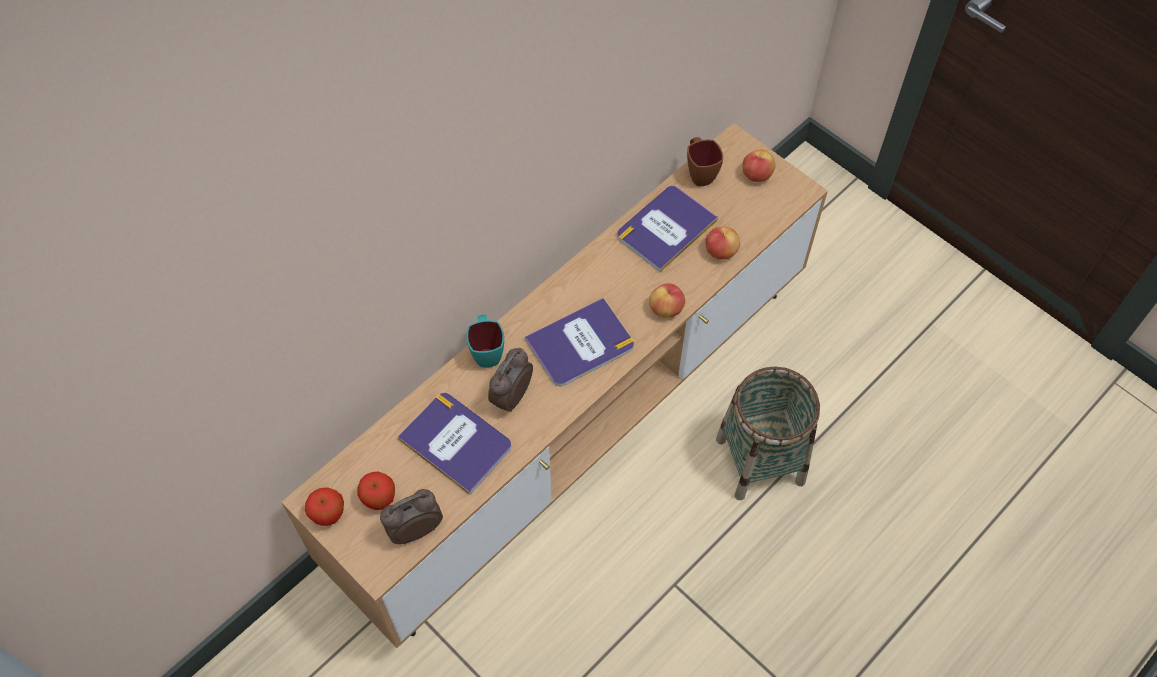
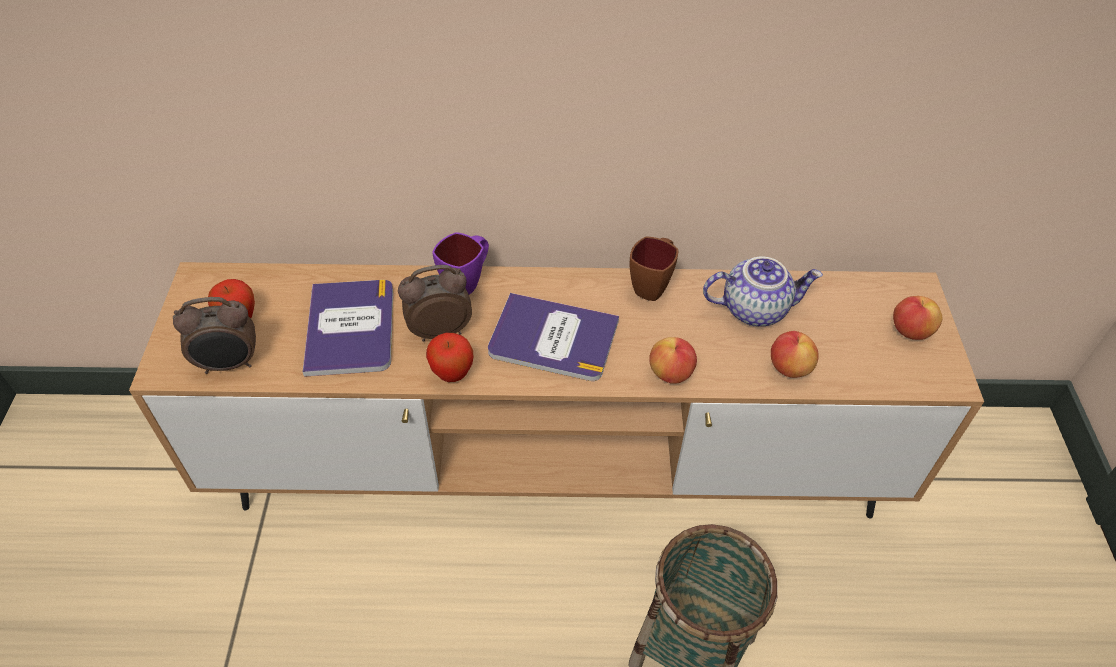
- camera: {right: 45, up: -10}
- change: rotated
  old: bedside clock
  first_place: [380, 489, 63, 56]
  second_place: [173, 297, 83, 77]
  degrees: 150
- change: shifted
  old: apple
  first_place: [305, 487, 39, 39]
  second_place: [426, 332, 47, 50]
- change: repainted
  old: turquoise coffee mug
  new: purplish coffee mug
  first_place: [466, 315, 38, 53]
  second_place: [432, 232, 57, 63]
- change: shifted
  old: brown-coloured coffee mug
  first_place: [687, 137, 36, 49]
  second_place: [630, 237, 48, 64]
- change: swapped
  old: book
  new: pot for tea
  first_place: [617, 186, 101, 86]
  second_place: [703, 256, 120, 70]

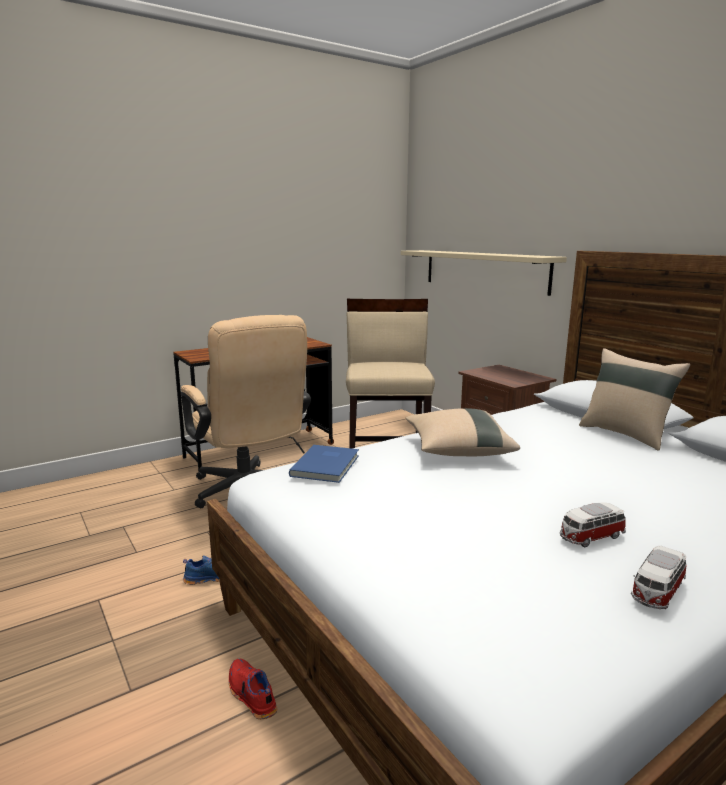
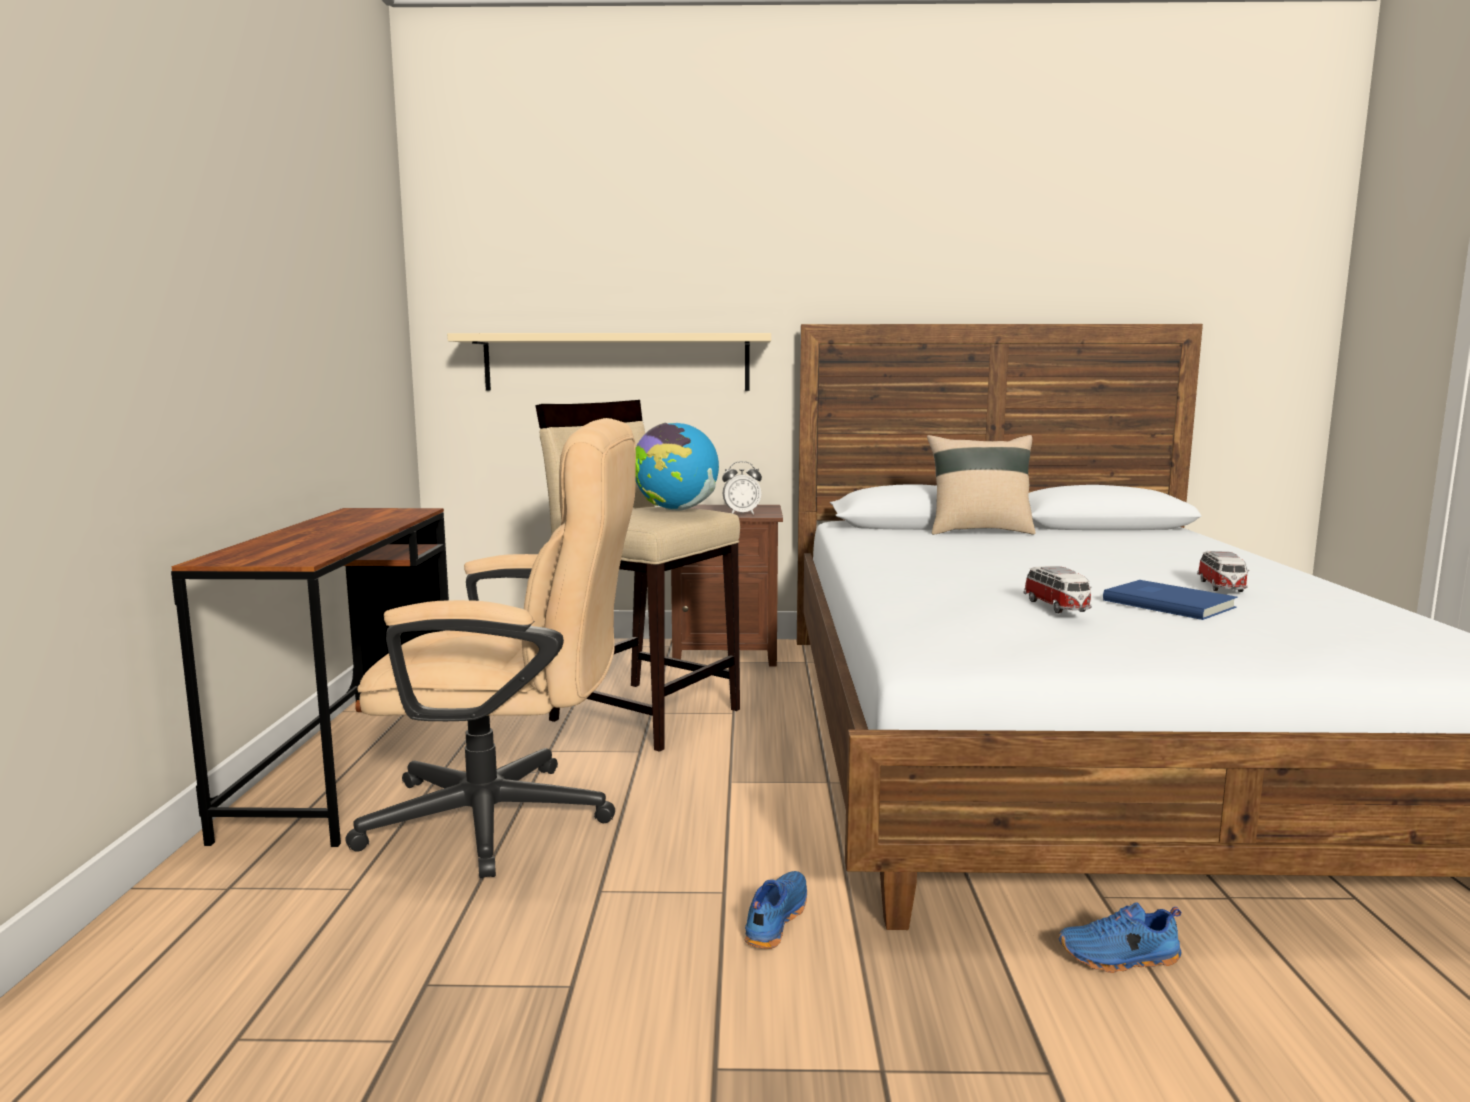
- camera: {right: -55, up: -5}
- change: new
  new: globe
  second_place: [635, 423, 84, 88]
- change: new
  new: bedside clock
  second_place: [722, 461, 40, 54]
- change: shifted
  old: toy car
  first_place: [631, 546, 56, 63]
  second_place: [1023, 566, 69, 47]
- change: repainted
  old: reddish low shoe
  new: bluish low shoe
  first_place: [229, 659, 49, 60]
  second_place: [1058, 902, 123, 71]
- change: shifted
  old: bluish book
  first_place: [289, 445, 70, 38]
  second_place: [1103, 580, 134, 40]
- change: gone
  old: beige-coloured pillow
  first_place: [406, 408, 114, 48]

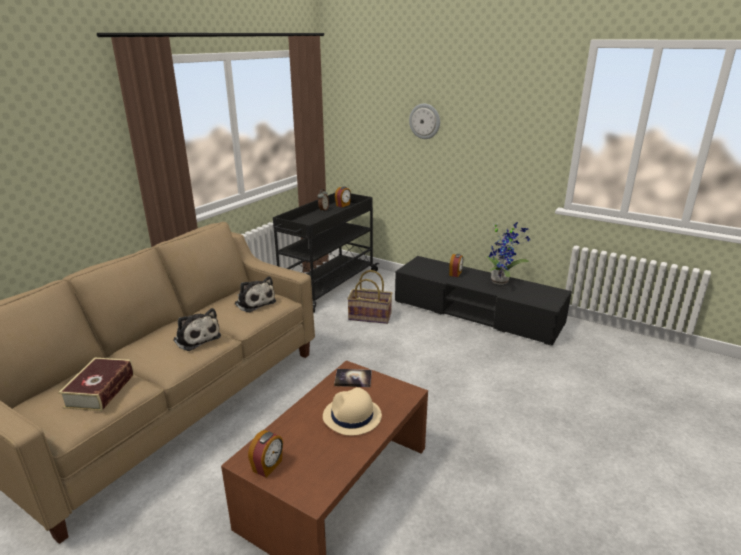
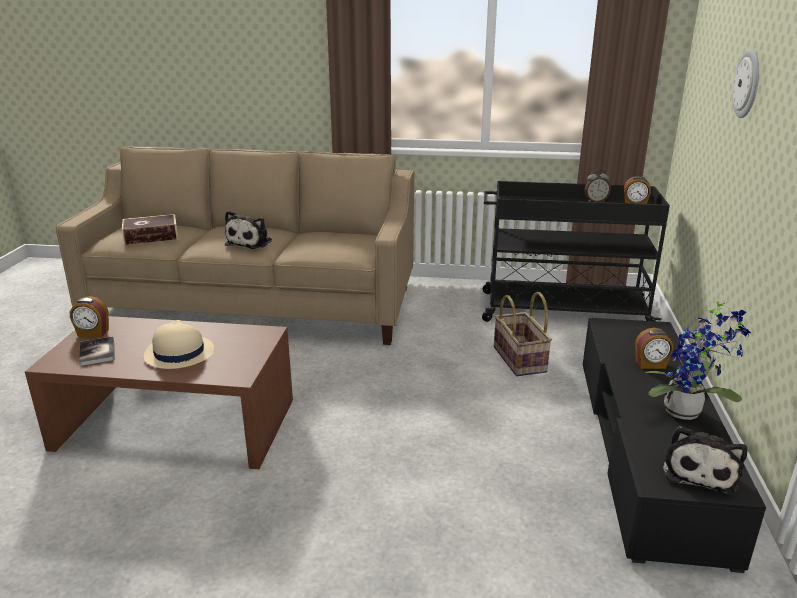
- camera: {right: 65, up: 0}
- change: shifted
  old: book
  first_place: [334, 369, 38, 18]
  second_place: [79, 337, 36, 29]
- change: shifted
  old: soft toy
  first_place: [235, 276, 41, 37]
  second_place: [663, 426, 84, 69]

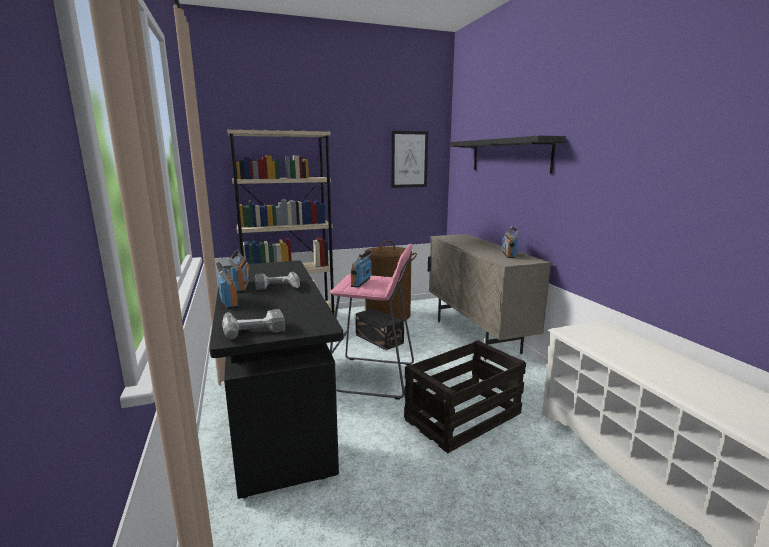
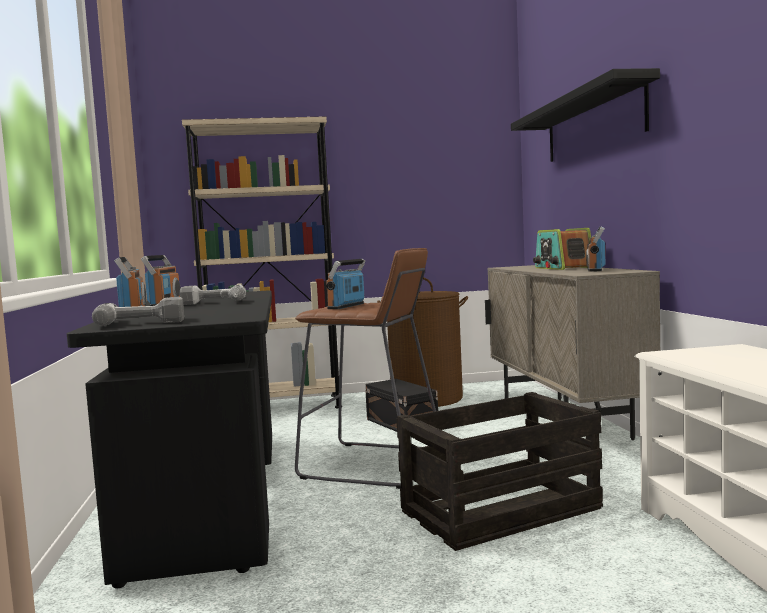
- camera: {right: 10, up: -10}
- change: repainted
  old: pinkish stool seat
  new: brown-coloured stool seat
  first_place: [329, 244, 85, 156]
  second_place: [295, 248, 141, 241]
- change: new
  new: radio receiver
  second_place: [533, 228, 58, 42]
- change: gone
  old: wall art
  first_place: [391, 131, 37, 57]

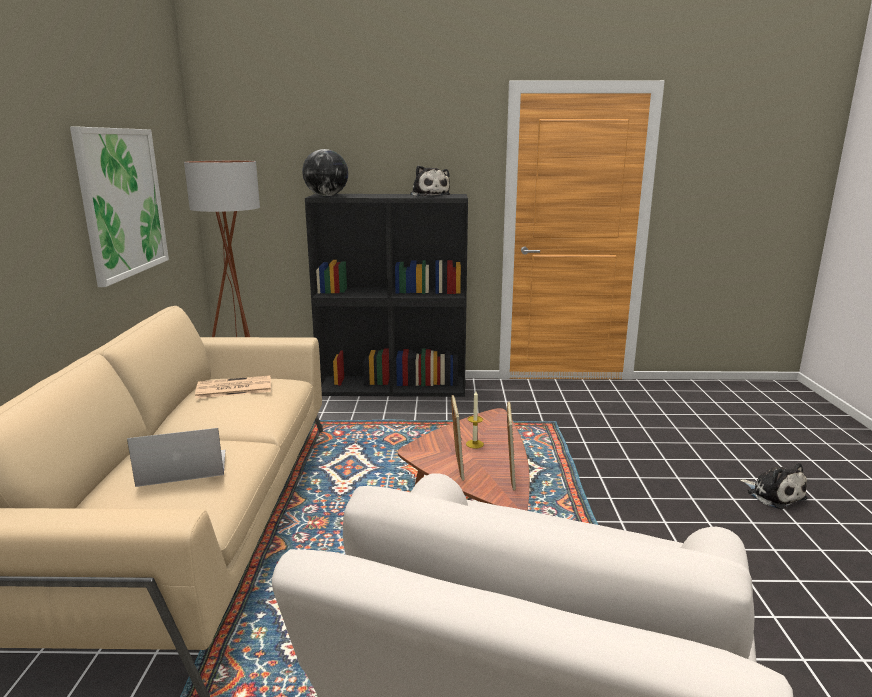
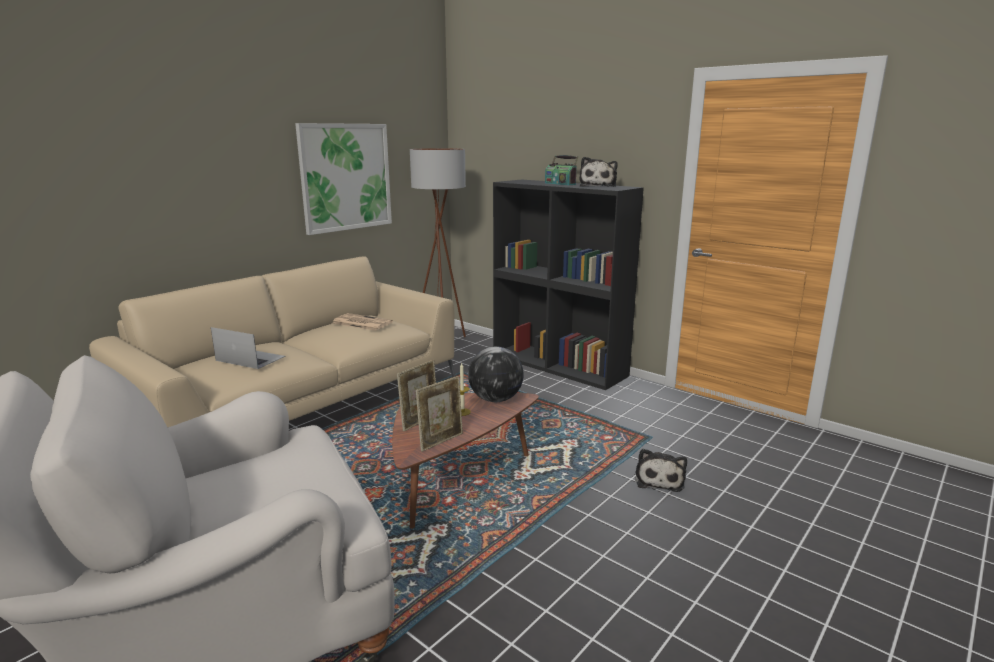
- camera: {right: 40, up: 0}
- change: shifted
  old: globe
  first_place: [302, 149, 46, 47]
  second_place: [468, 347, 56, 55]
- change: new
  new: radio receiver
  second_place: [545, 155, 33, 30]
- change: shifted
  old: soft toy
  first_place: [740, 463, 67, 46]
  second_place: [635, 449, 52, 43]

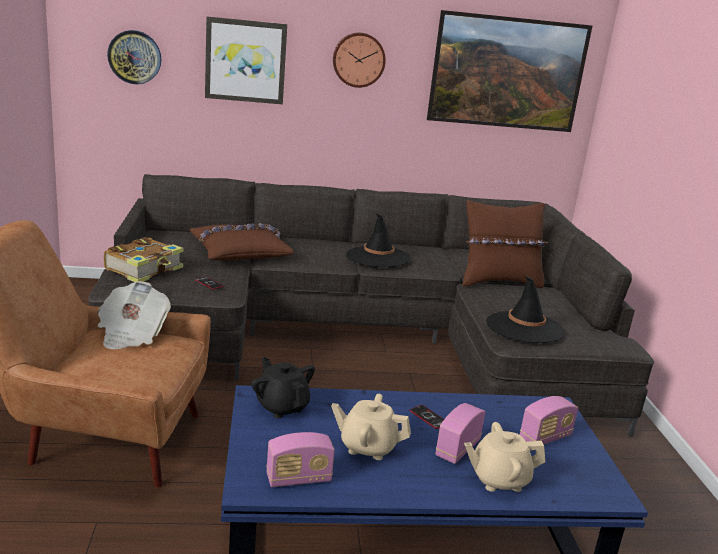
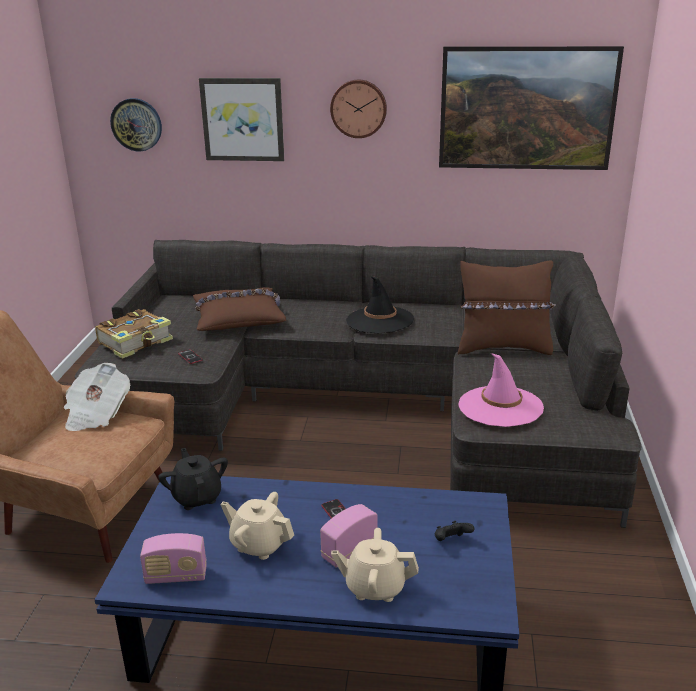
- camera: {right: 15, up: 5}
- change: swapped
  old: radio receiver
  new: black-coloured joypad
  first_place: [520, 396, 58, 48]
  second_place: [435, 521, 39, 20]
- change: repainted
  old: black-coloured wearable hat
  new: pinkish wearable hat
  first_place: [486, 275, 79, 68]
  second_place: [458, 353, 86, 74]

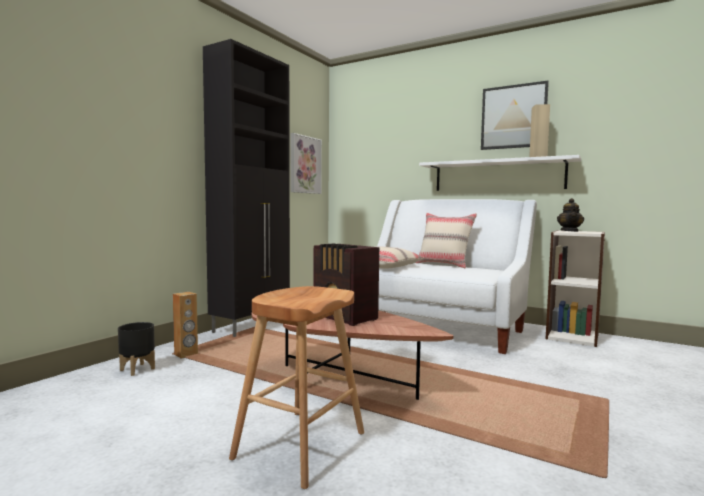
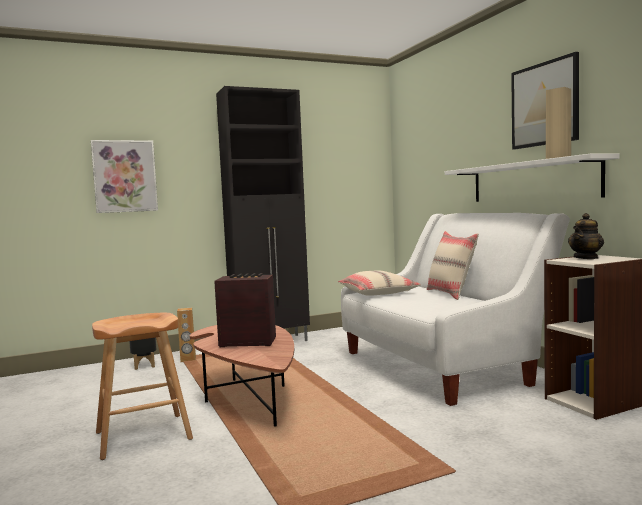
- camera: {right: 35, up: 0}
- change: shifted
  old: wall art
  first_place: [290, 133, 32, 61]
  second_place: [91, 140, 67, 73]
- change: rotated
  old: radio receiver
  first_place: [313, 243, 66, 83]
  second_place: [214, 273, 62, 74]
  degrees: 105

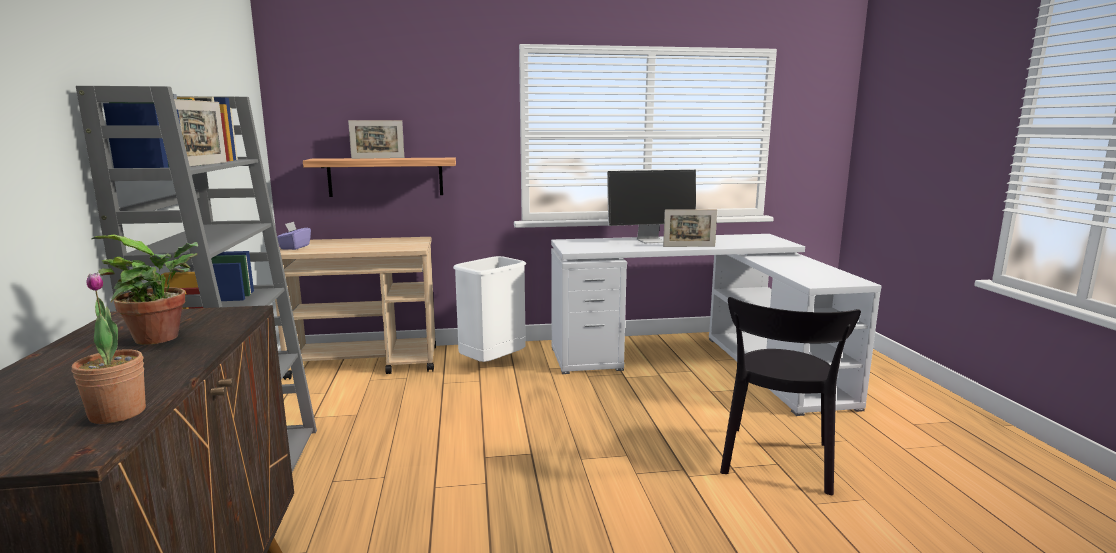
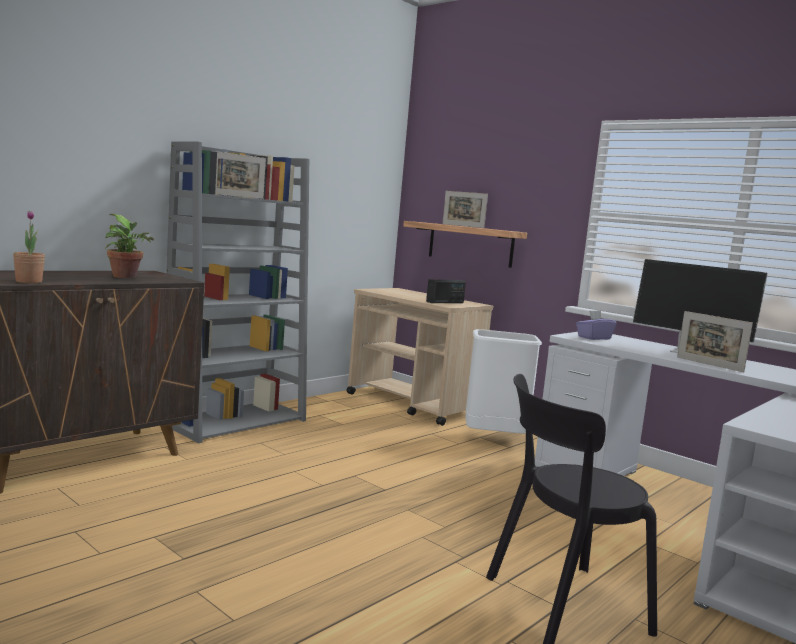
- camera: {right: 50, up: -5}
- change: new
  new: radio receiver
  second_place: [426, 279, 40, 24]
- change: shifted
  old: purplish tissue holder
  first_place: [277, 222, 34, 28]
  second_place: [576, 310, 41, 30]

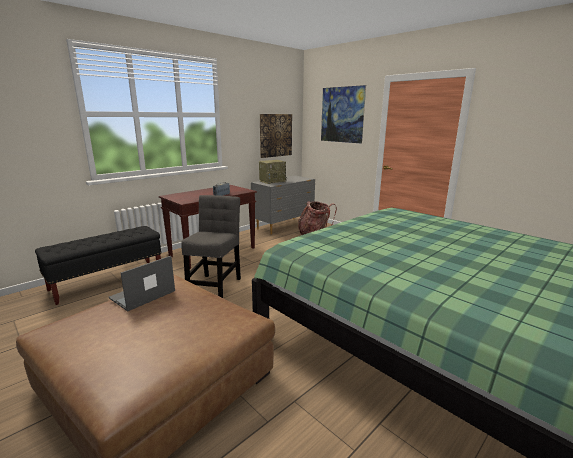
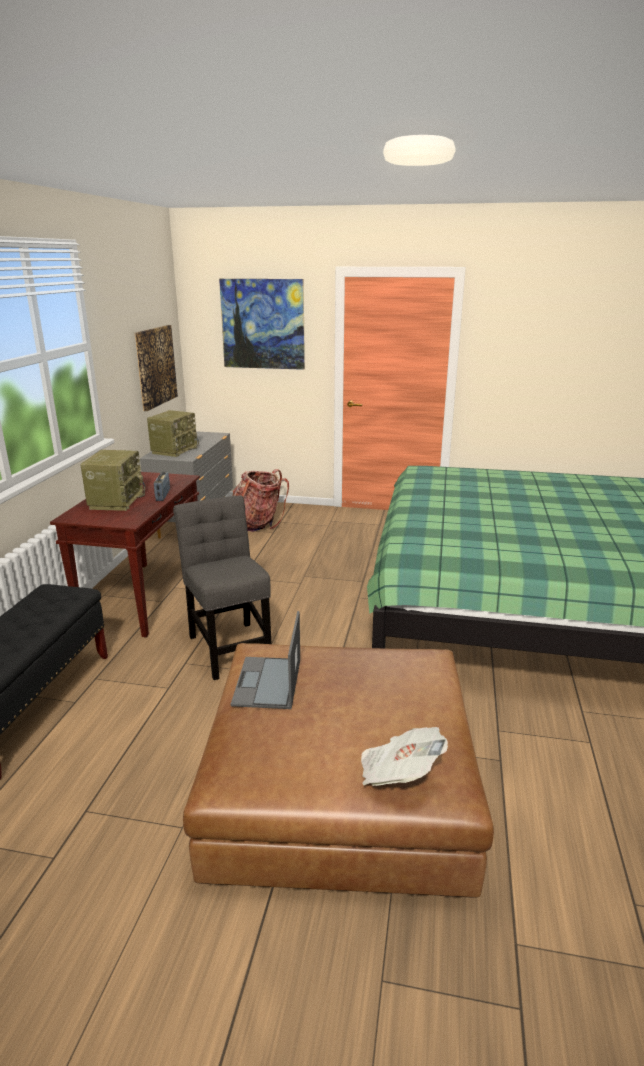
- camera: {right: -35, up: 5}
- change: new
  new: radio receiver
  second_place: [80, 450, 65, 61]
- change: new
  new: daily paper
  second_place: [361, 727, 87, 59]

